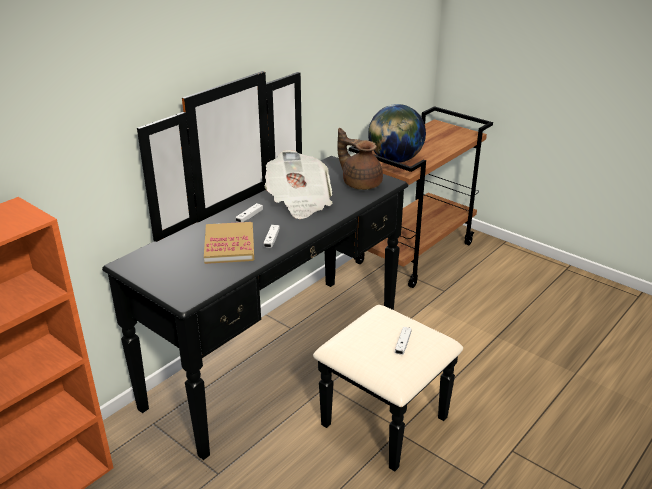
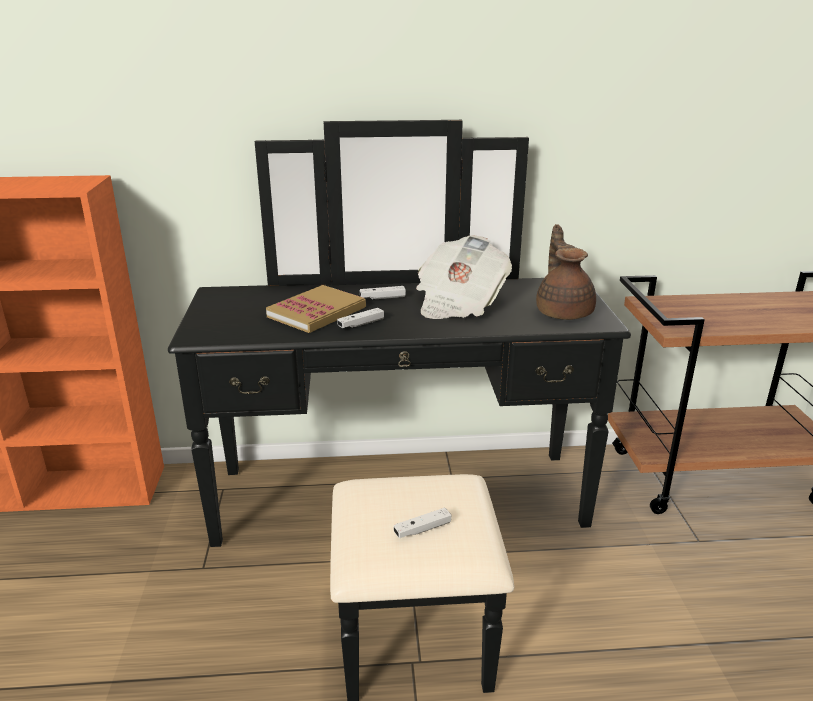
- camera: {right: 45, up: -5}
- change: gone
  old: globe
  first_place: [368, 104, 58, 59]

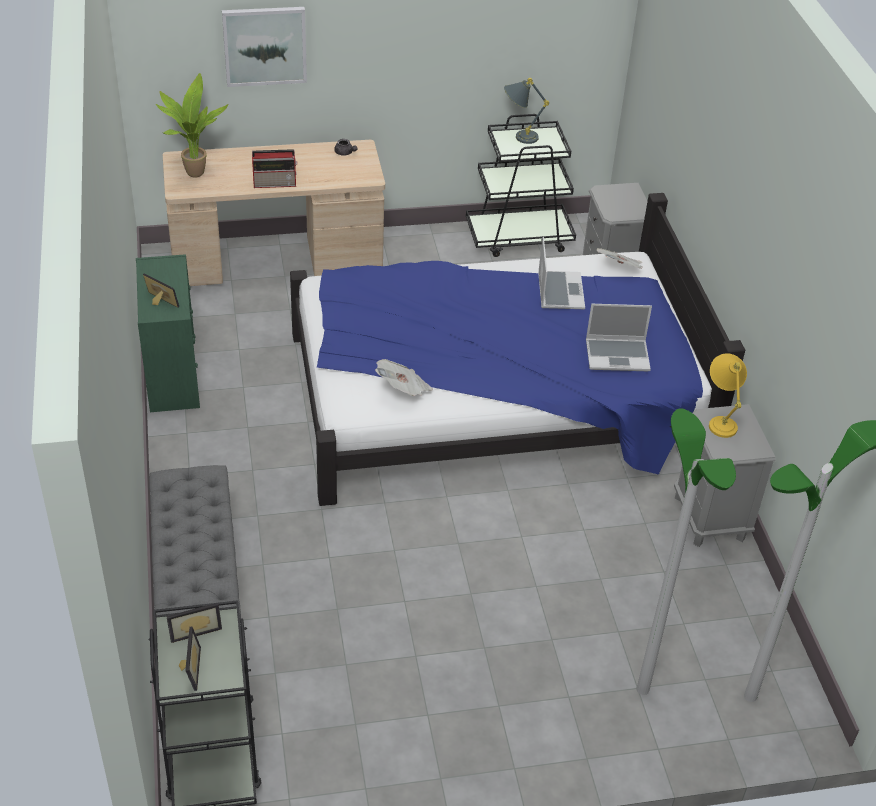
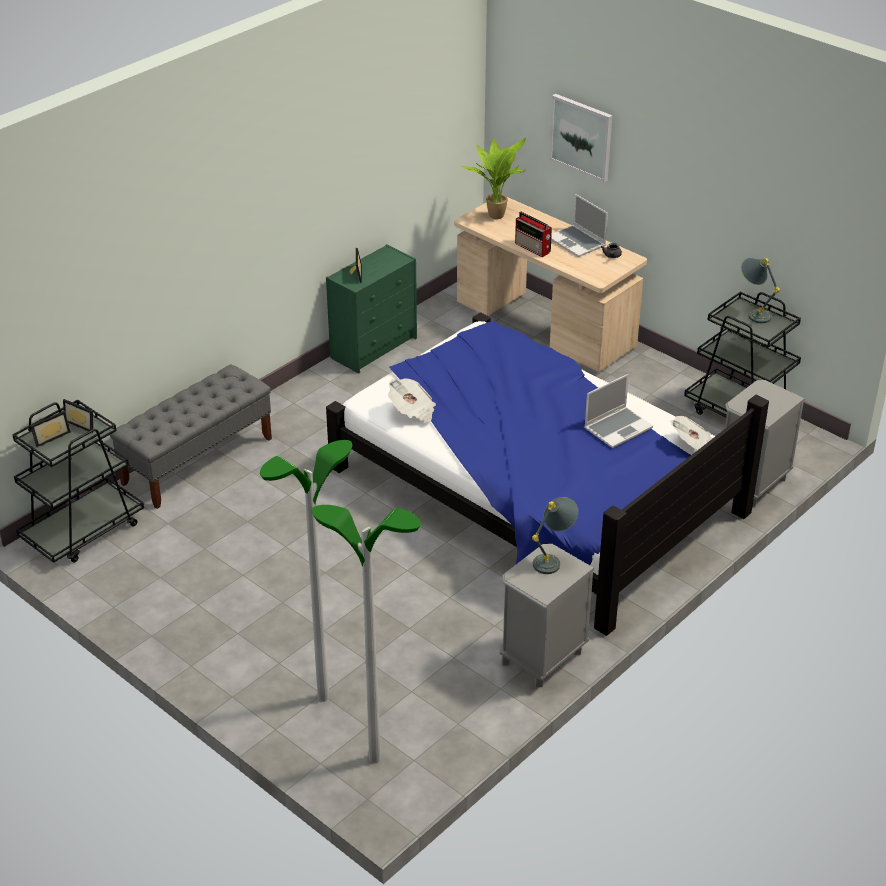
- camera: {right: 55, up: -5}
- change: repainted
  old: yellow lamp for a table
  new: greyish lamp for a table
  first_place: [709, 353, 38, 85]
  second_place: [532, 497, 46, 77]
- change: shifted
  old: notebook computer
  first_place: [586, 304, 66, 67]
  second_place: [551, 194, 57, 63]

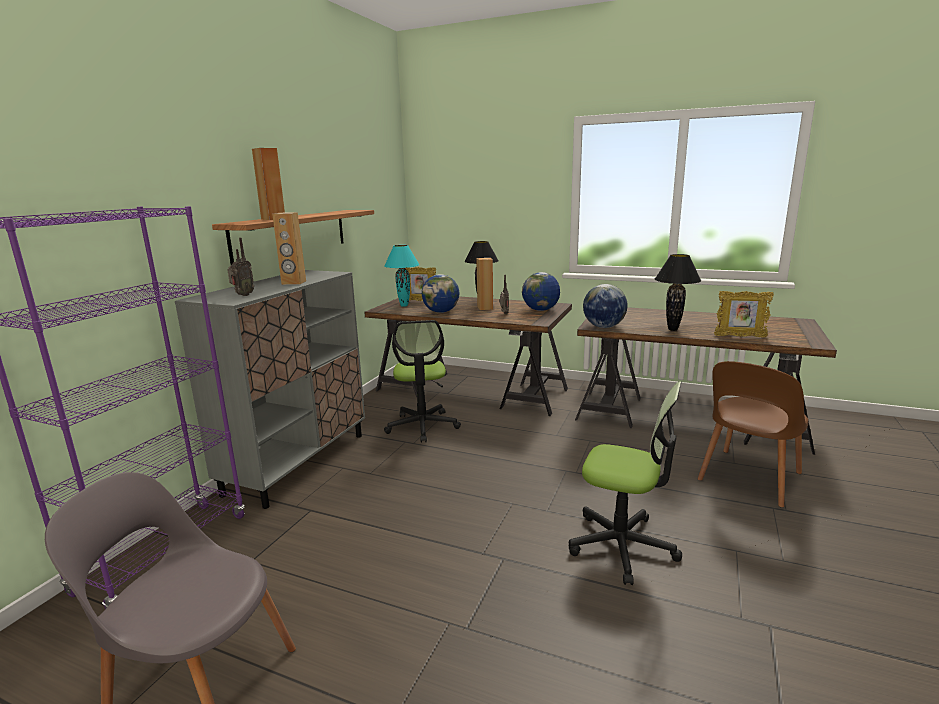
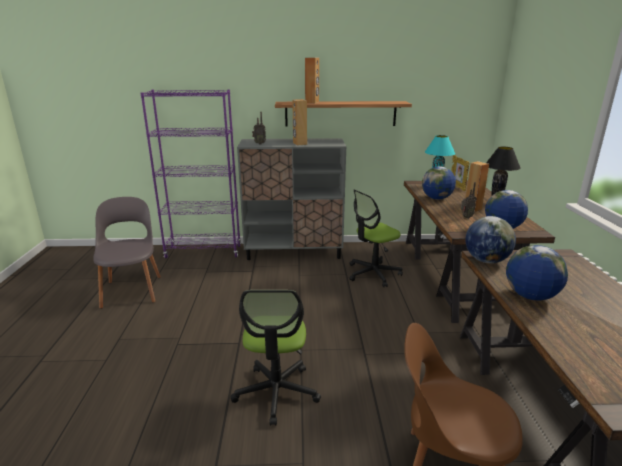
- camera: {right: 65, up: 5}
- change: swapped
  old: black-coloured lamp for a table
  new: globe
  first_place: [655, 254, 46, 77]
  second_place: [506, 245, 62, 55]
- change: gone
  old: photo frame
  first_place: [714, 291, 60, 46]

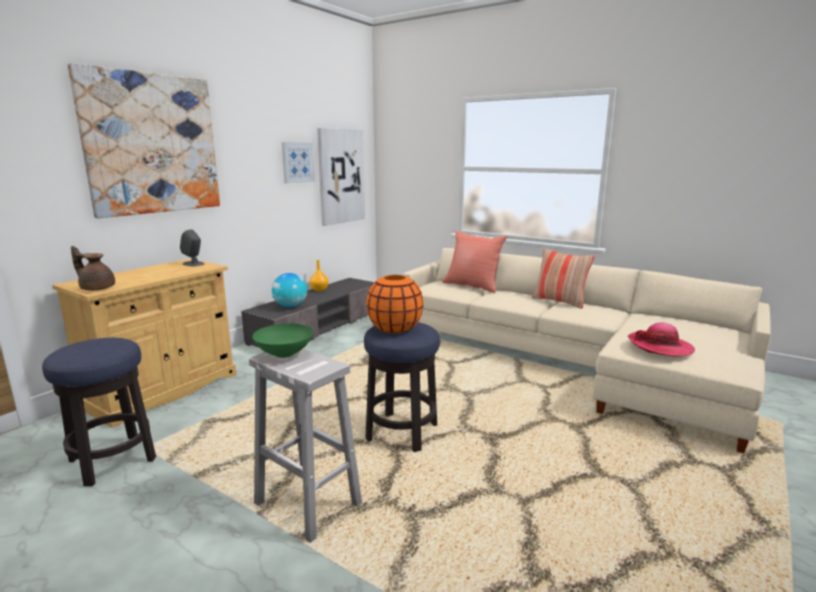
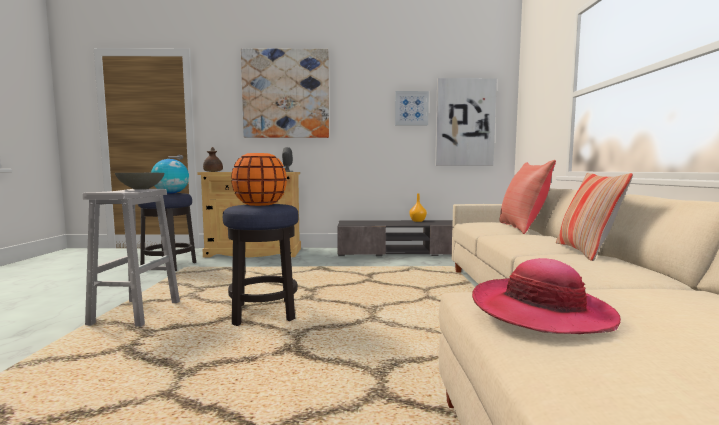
- camera: {right: 55, up: -10}
- change: repainted
  old: green-coloured bowl
  new: greyish bowl
  first_place: [252, 323, 61, 35]
  second_place: [115, 173, 50, 17]
- change: shifted
  old: globe
  first_place: [272, 273, 35, 35]
  second_place: [151, 159, 38, 35]

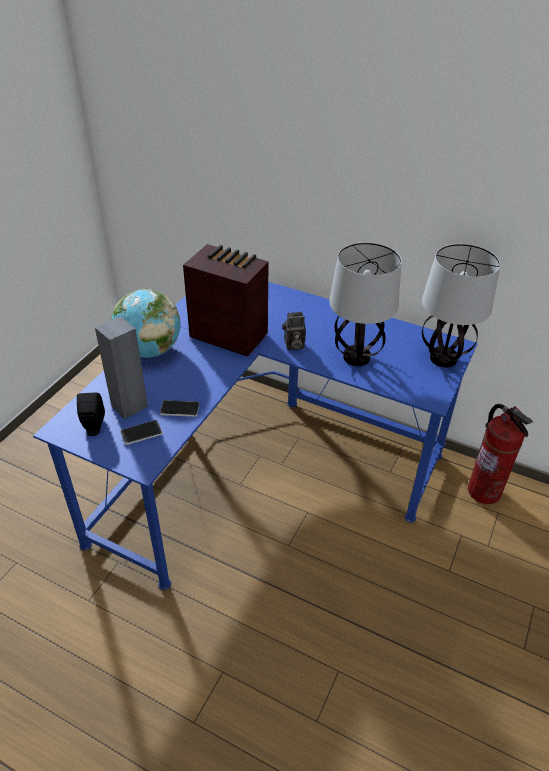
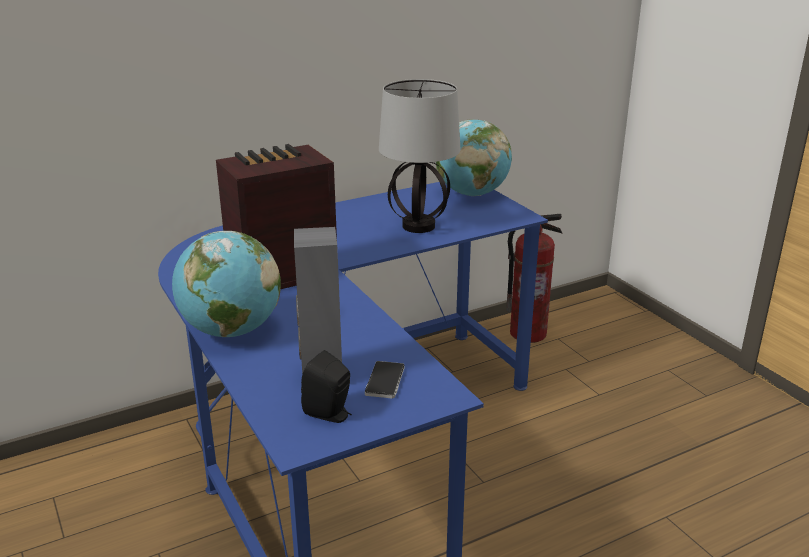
- camera: {right: -55, up: -15}
- change: swapped
  old: lamp for a table
  new: globe
  first_place: [422, 244, 78, 123]
  second_place: [436, 119, 76, 77]
- change: gone
  old: handset
  first_place: [160, 400, 39, 17]
- change: gone
  old: photo camera
  first_place: [282, 312, 24, 38]

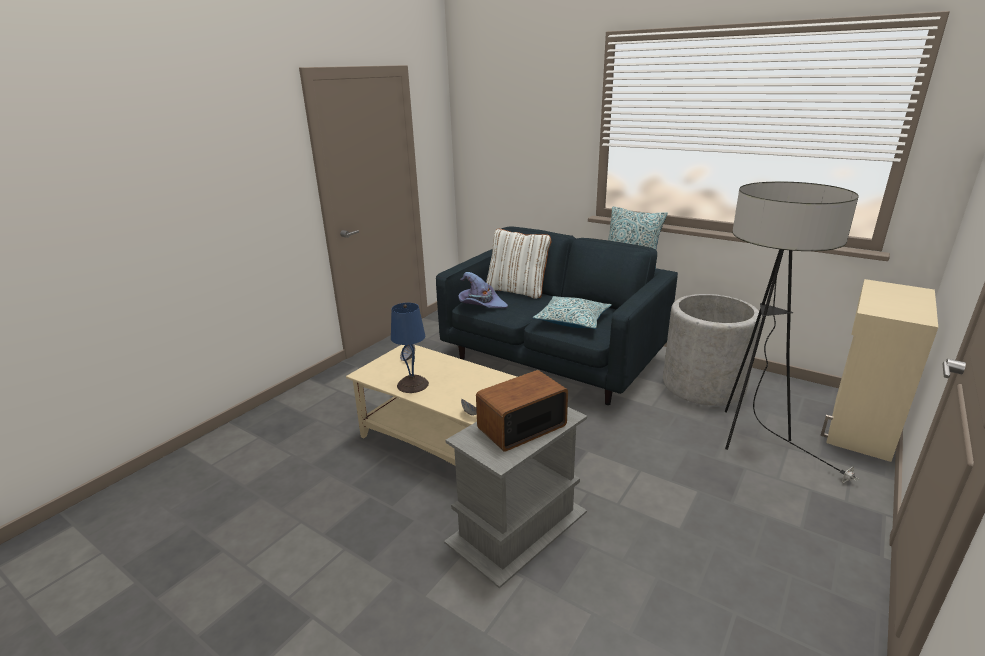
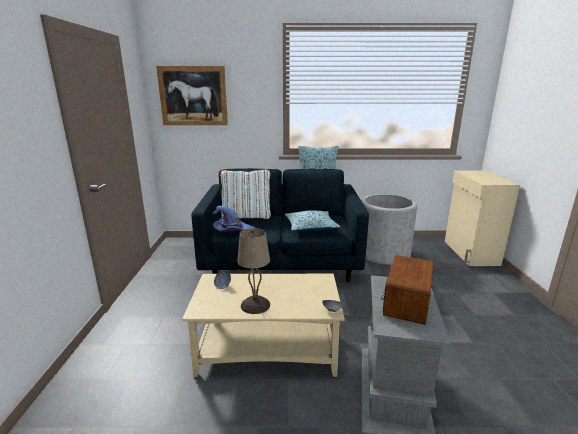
- camera: {right: -35, up: -5}
- change: new
  new: wall art
  second_place: [156, 66, 72, 59]
- change: repainted
  old: bluish lamp for a table
  new: beige-coloured lamp for a table
  first_place: [391, 303, 38, 90]
  second_place: [237, 228, 33, 86]
- change: gone
  old: floor lamp
  first_place: [725, 181, 134, 303]

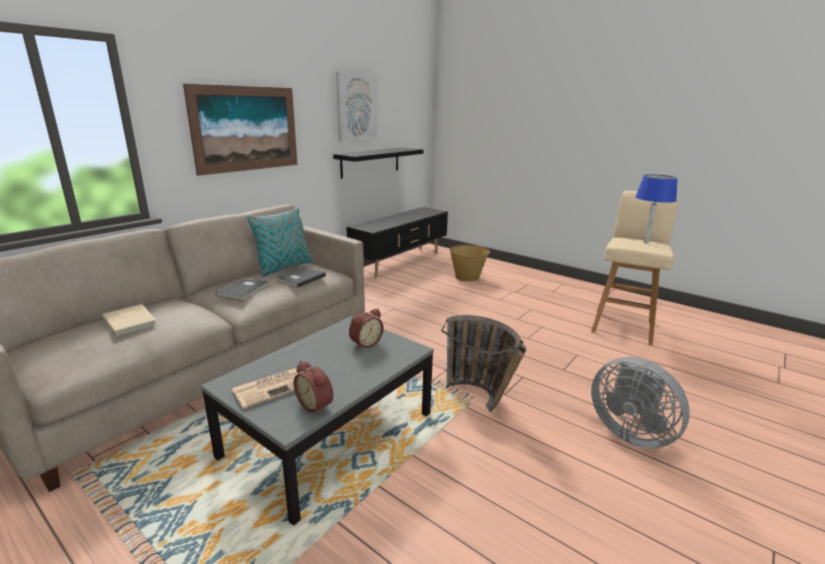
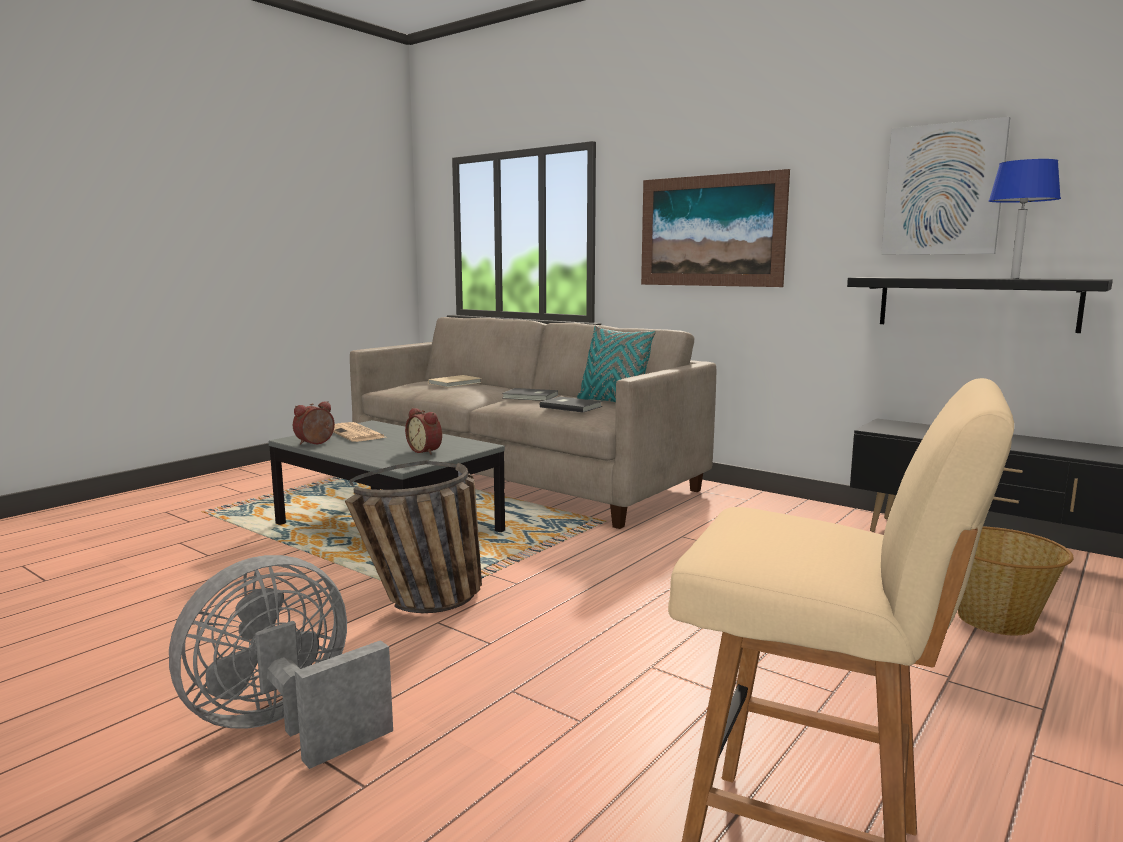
- camera: {right: 90, up: -10}
- change: shifted
  old: bluish lamp for a table
  first_place: [635, 174, 43, 70]
  second_place: [989, 159, 72, 119]

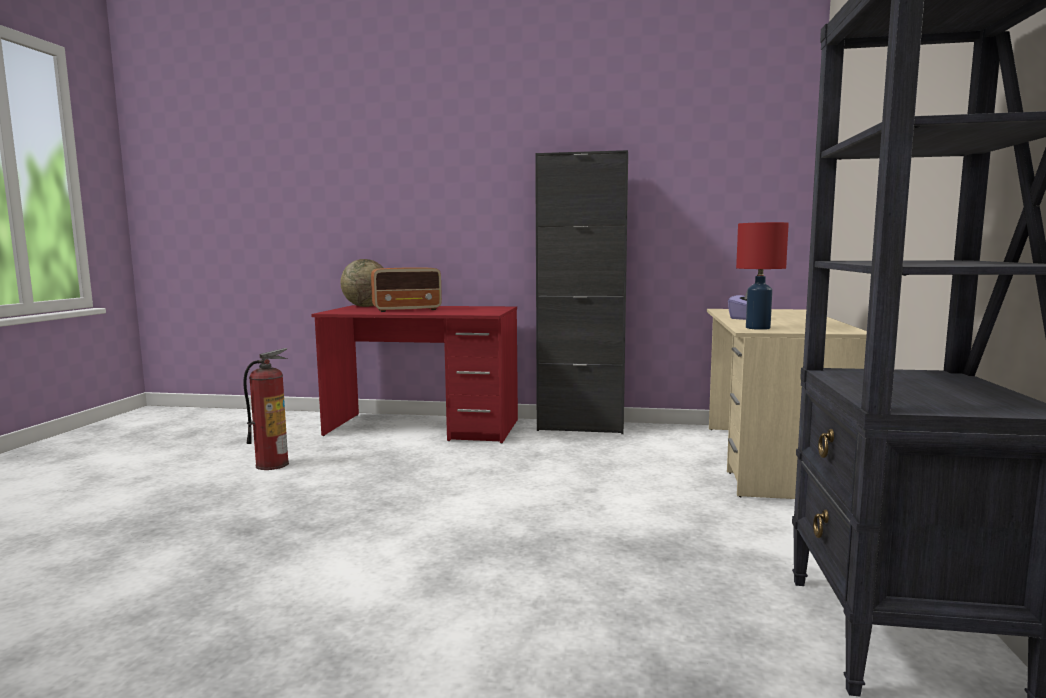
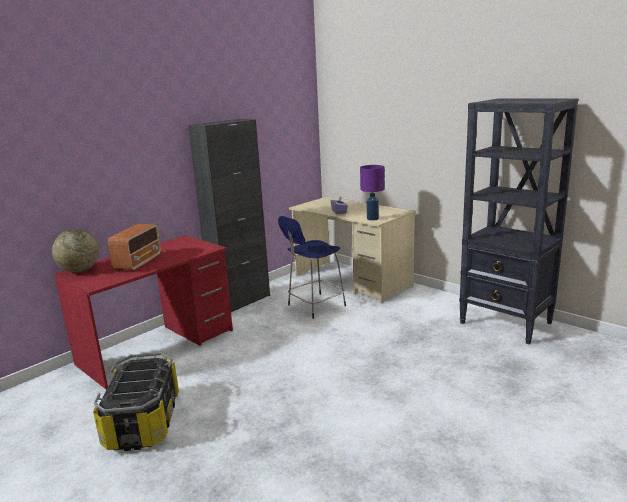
- camera: {right: -55, up: 10}
- change: swapped
  old: extinguisher
  new: storage box
  first_place: [243, 348, 46, 122]
  second_place: [93, 352, 86, 99]
- change: new
  new: bluish stool seat
  second_place: [278, 216, 68, 103]
- change: repainted
  old: reddish lamp for a table
  new: purplish lamp for a table
  first_place: [736, 222, 53, 108]
  second_place: [360, 165, 25, 56]

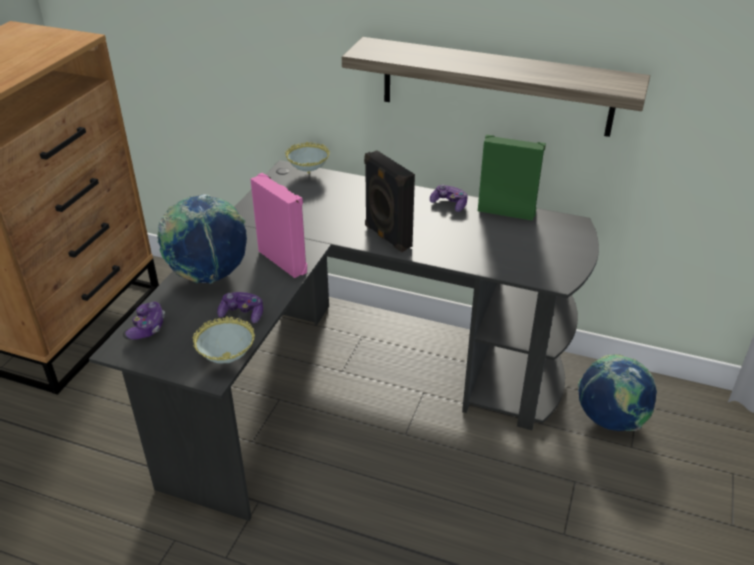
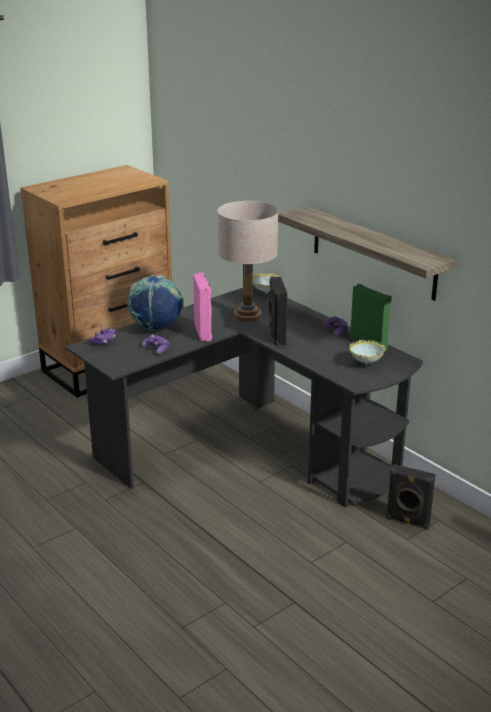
- camera: {right: 30, up: -10}
- change: new
  new: beige-coloured lamp for a table
  second_place: [217, 201, 61, 121]
- change: shifted
  old: bowl
  first_place: [193, 316, 62, 47]
  second_place: [349, 340, 36, 25]
- change: swapped
  old: globe
  new: black-coloured audio speaker
  first_place: [578, 354, 79, 77]
  second_place: [386, 464, 50, 65]

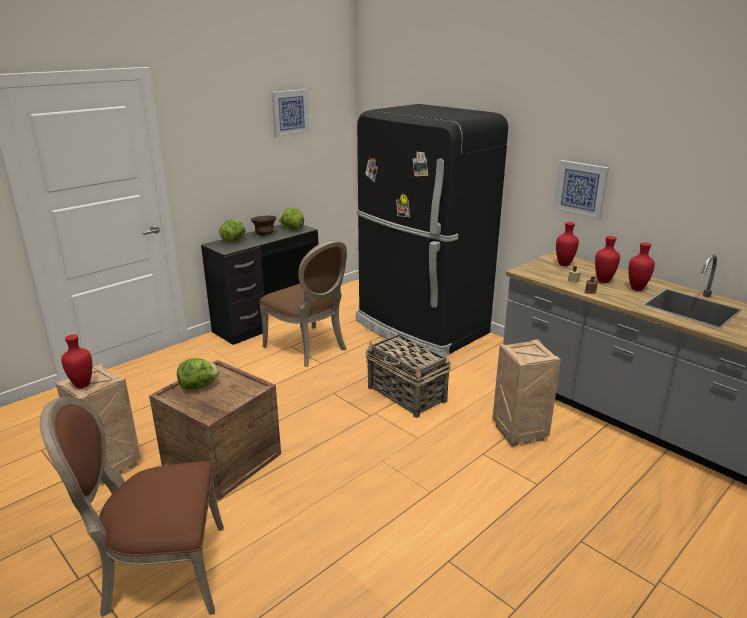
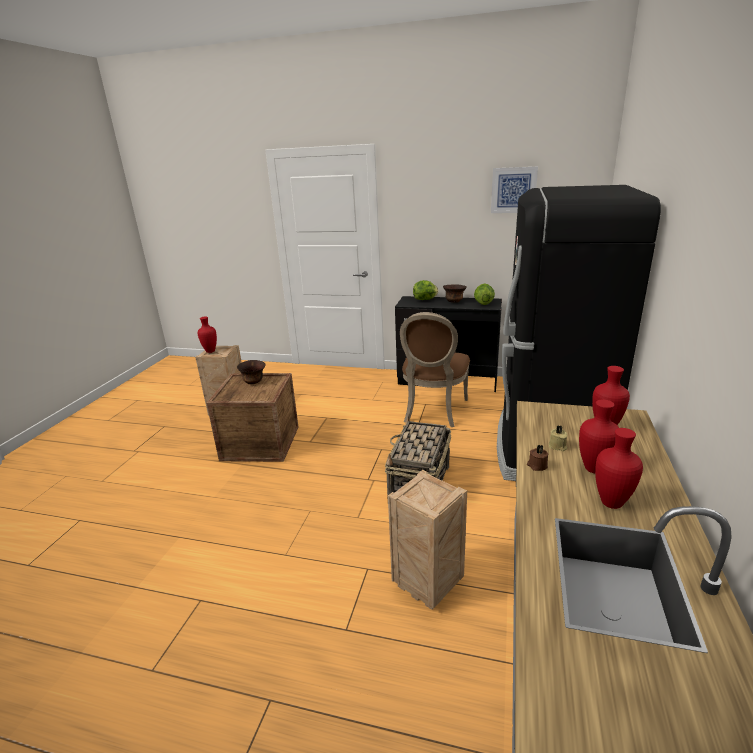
- camera: {right: 60, up: 0}
- change: swapped
  old: lettuce
  new: brown-coloured bowl
  first_place: [177, 358, 42, 32]
  second_place: [237, 360, 29, 24]
- change: gone
  old: brown-coloured upright chair
  first_place: [40, 397, 184, 220]
- change: gone
  old: wall art
  first_place: [553, 160, 56, 60]

